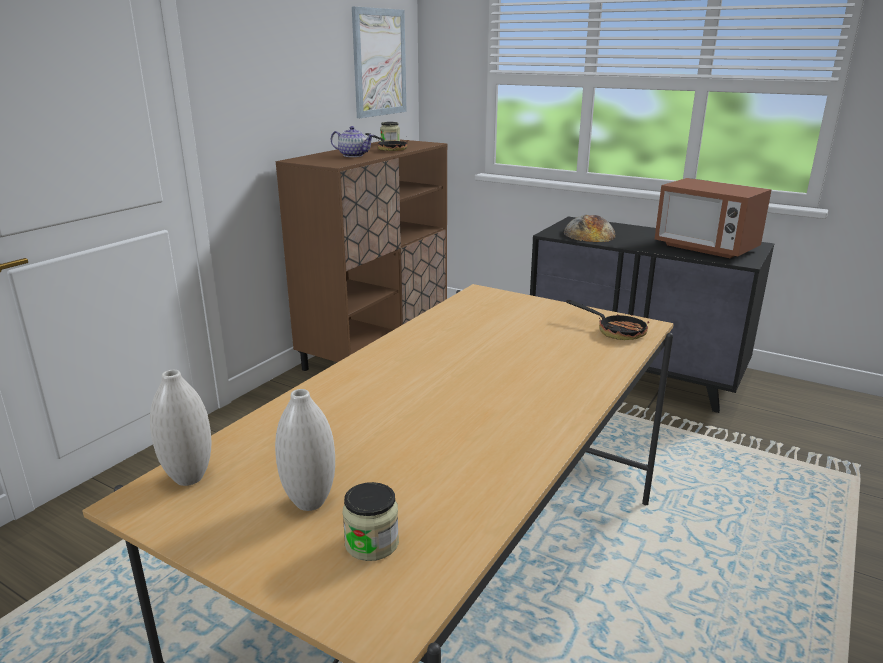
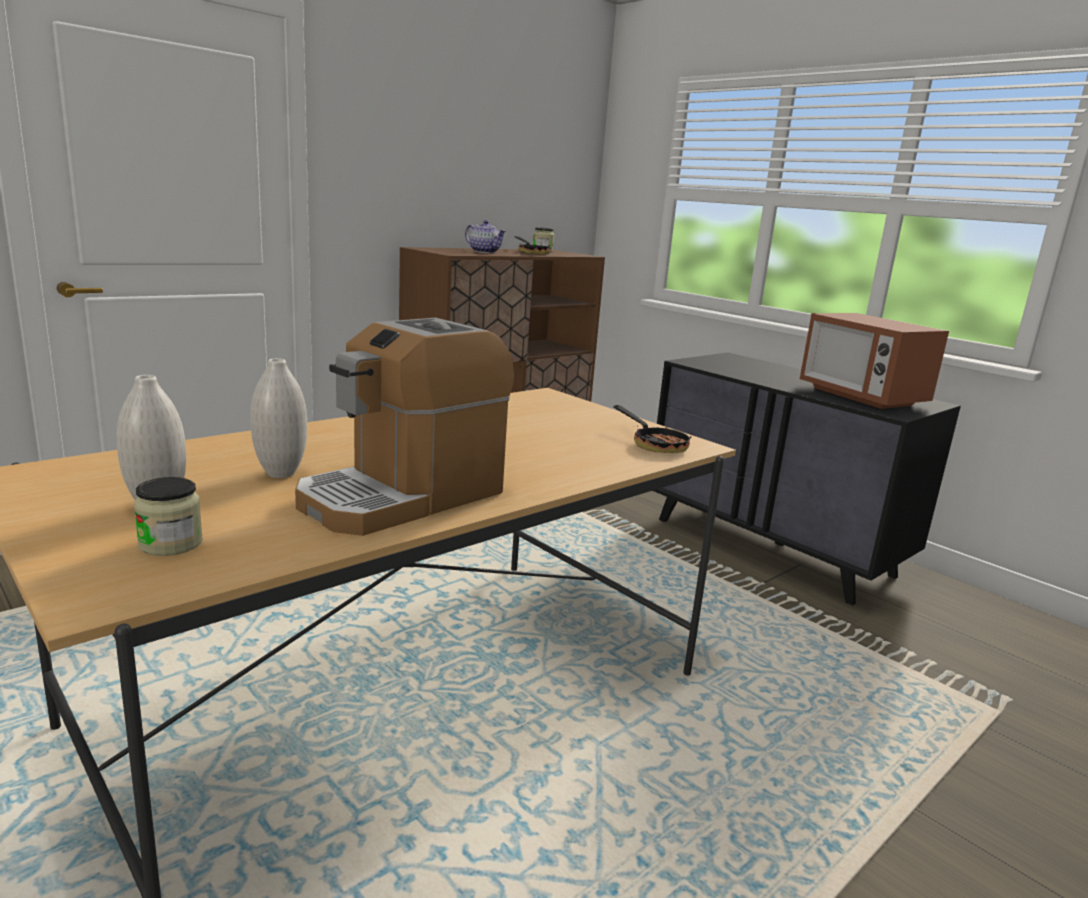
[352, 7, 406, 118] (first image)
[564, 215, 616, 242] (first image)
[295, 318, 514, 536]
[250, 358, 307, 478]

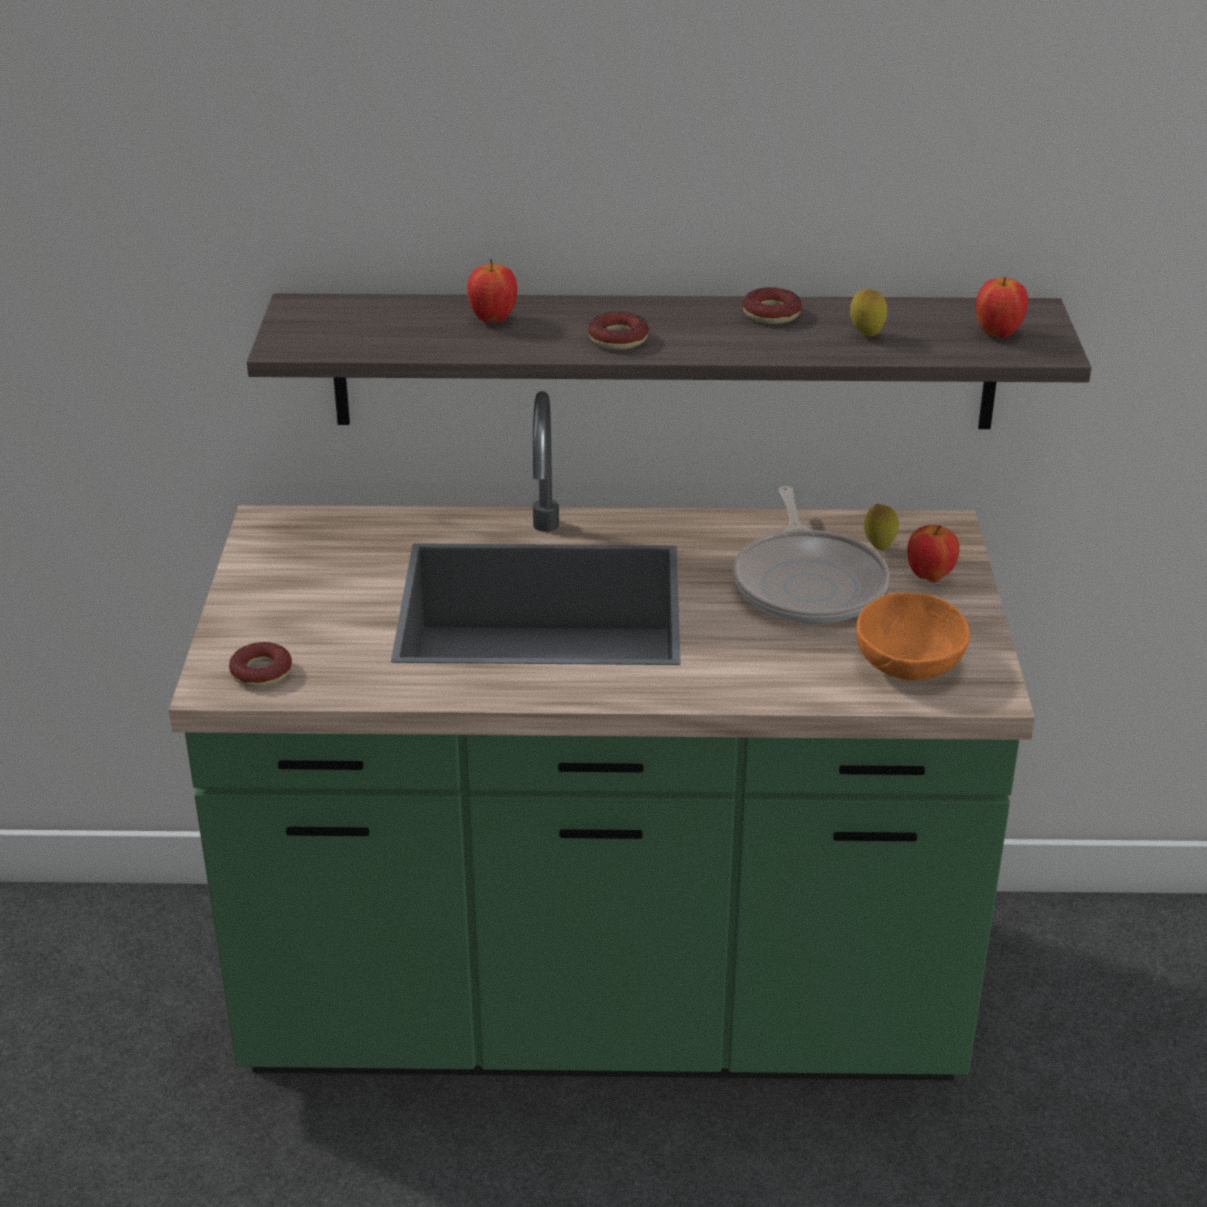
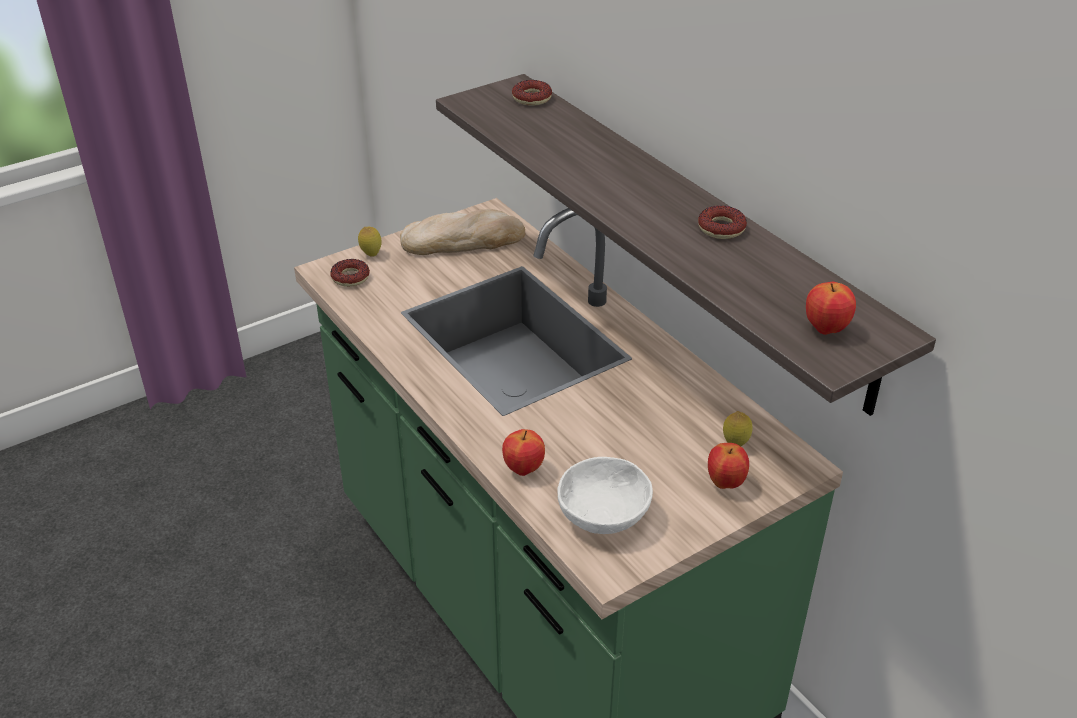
[733, 486, 889, 624] (first image)
[400, 209, 525, 255]
[502, 429, 545, 476]
[512, 80, 552, 106]
[358, 227, 382, 257]
[557, 457, 653, 534]

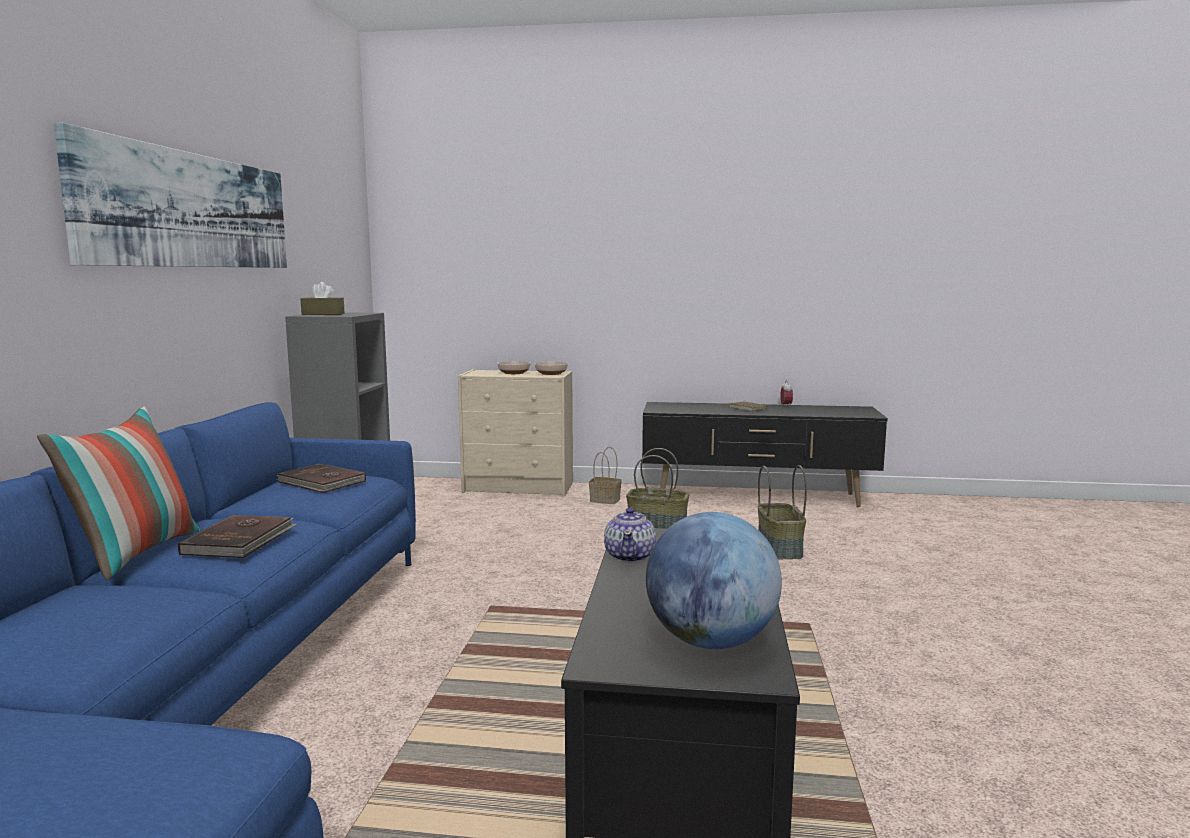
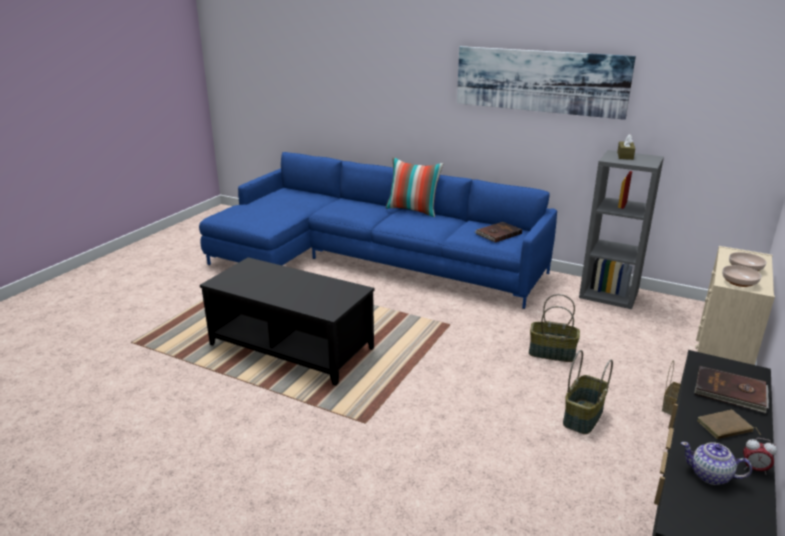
[646, 512, 782, 649] (first image)
[694, 366, 769, 413]
[681, 442, 752, 485]
[529, 294, 580, 362]

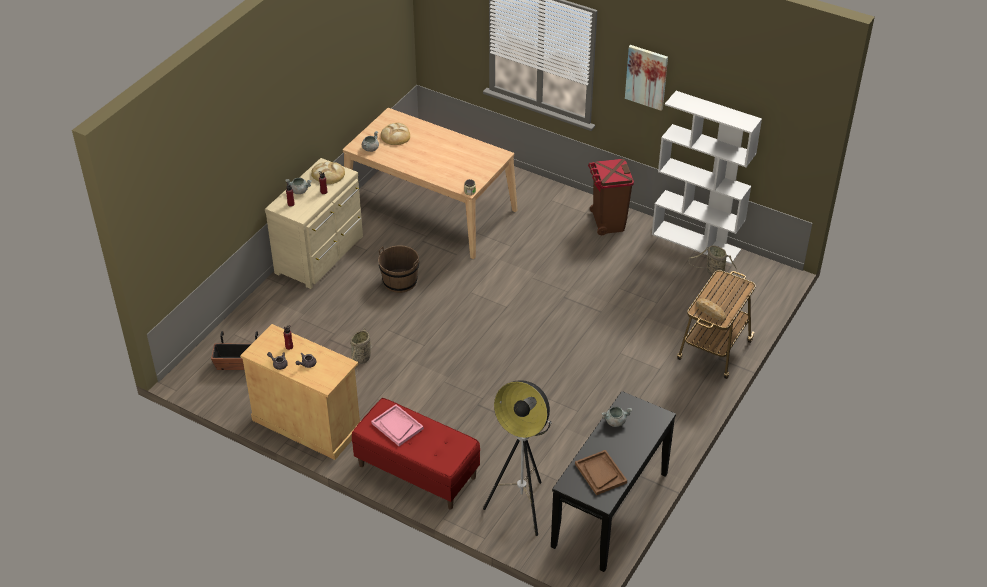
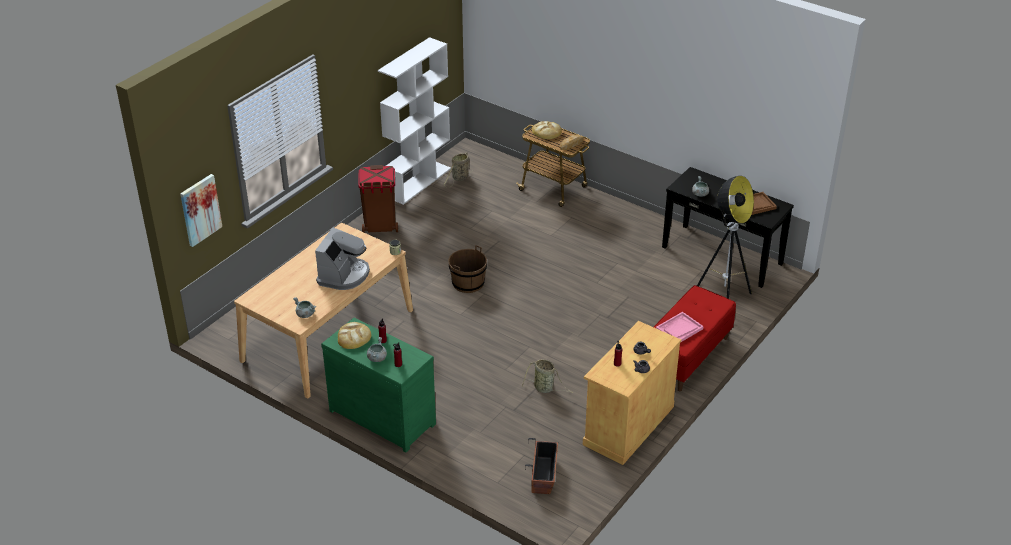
[315, 227, 370, 290]
[449, 245, 487, 293]
[532, 121, 562, 139]
[180, 174, 222, 247]
[321, 317, 436, 452]

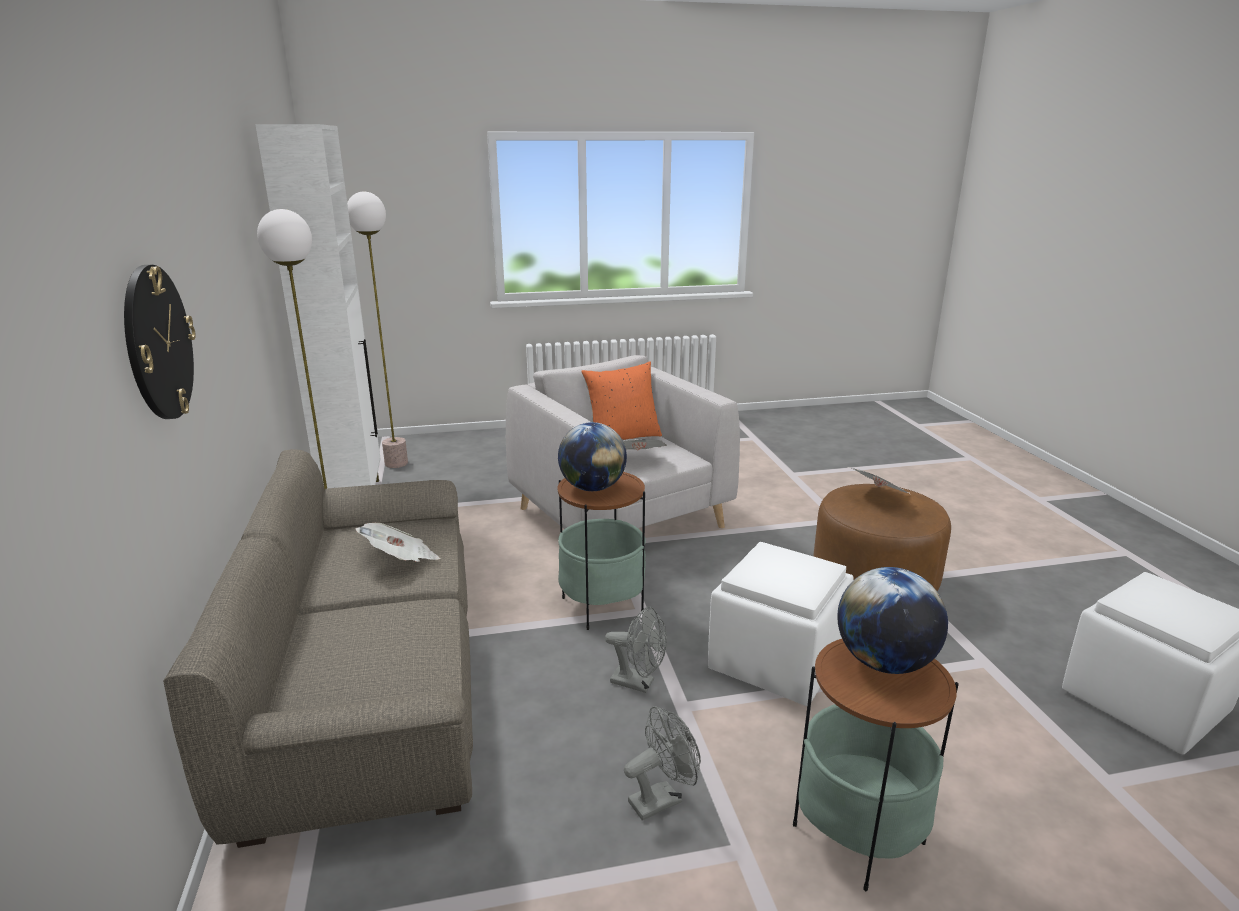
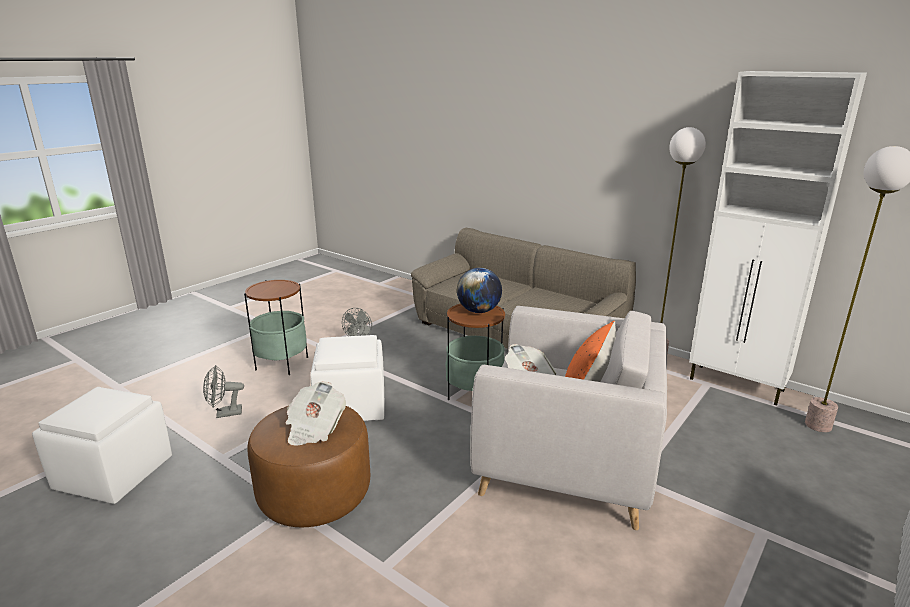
[124, 265, 196, 419] (first image)
[355, 523, 440, 562] (first image)
[837, 567, 948, 674] (first image)
[203, 365, 244, 418]

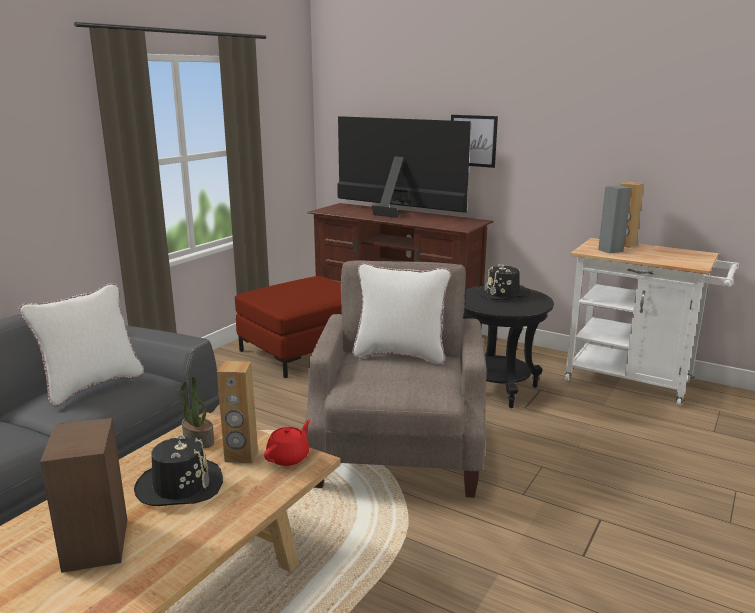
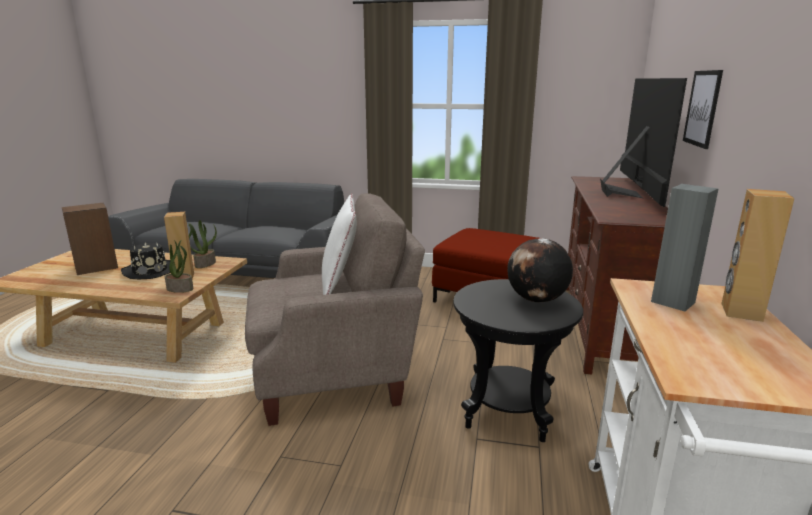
[19, 283, 144, 406] (first image)
[165, 240, 193, 293]
[507, 238, 573, 303]

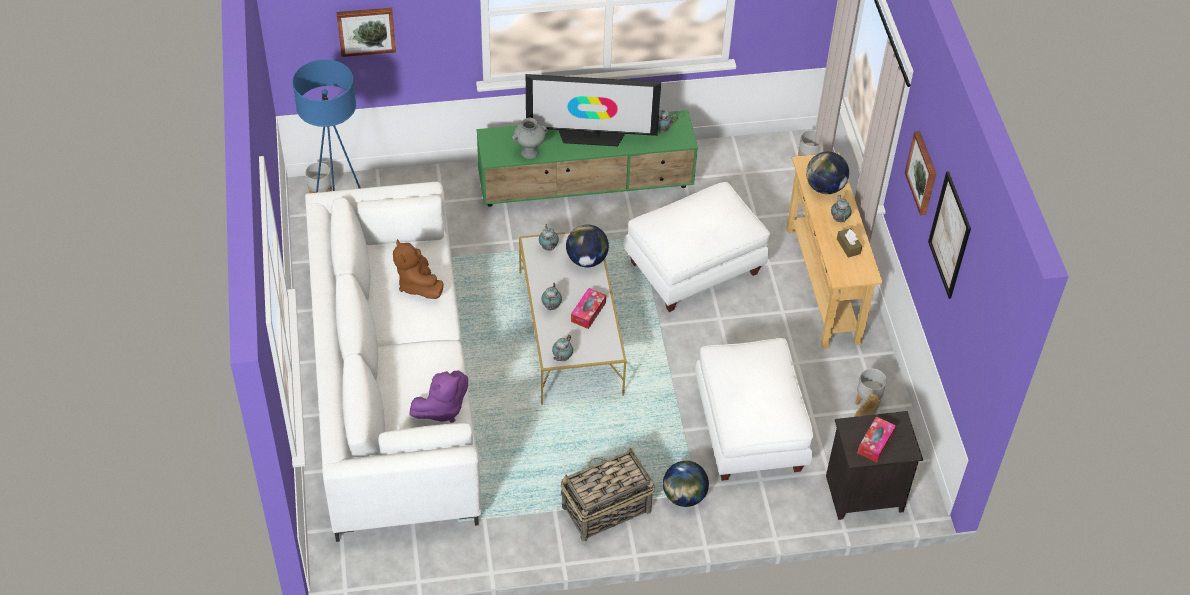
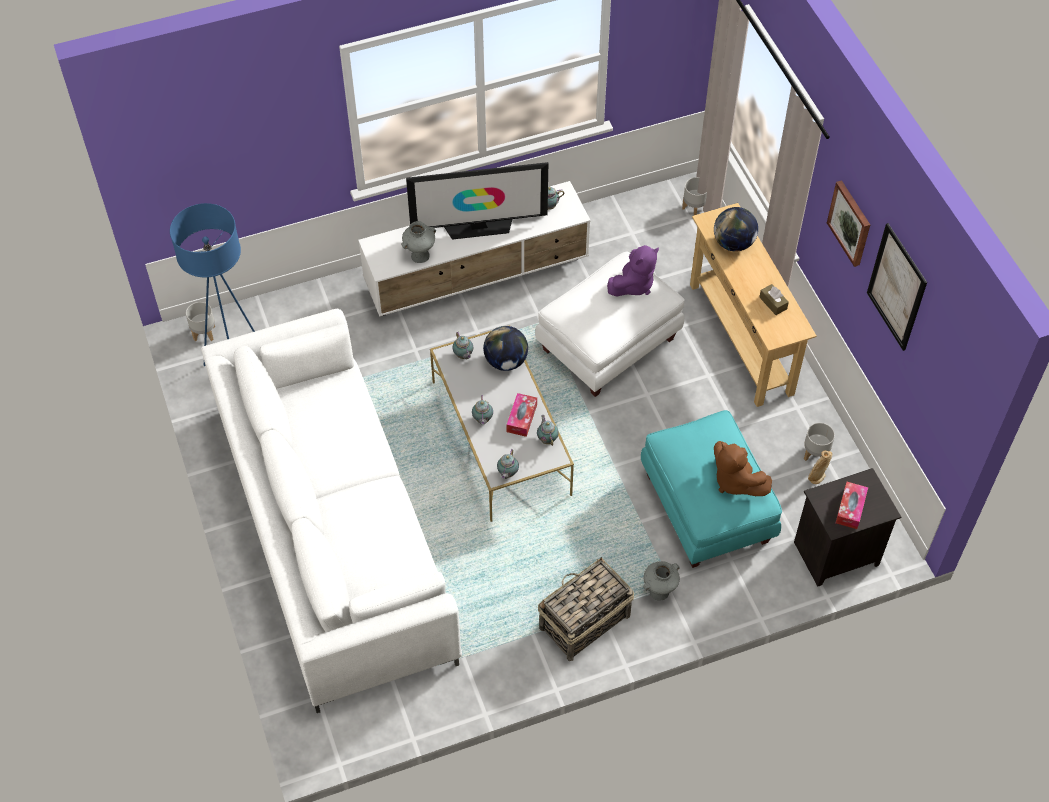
[337, 8, 396, 57] (first image)
[714, 441, 772, 496]
[607, 245, 659, 296]
[537, 415, 559, 446]
[643, 561, 680, 601]
[358, 181, 590, 317]
[641, 410, 782, 568]

